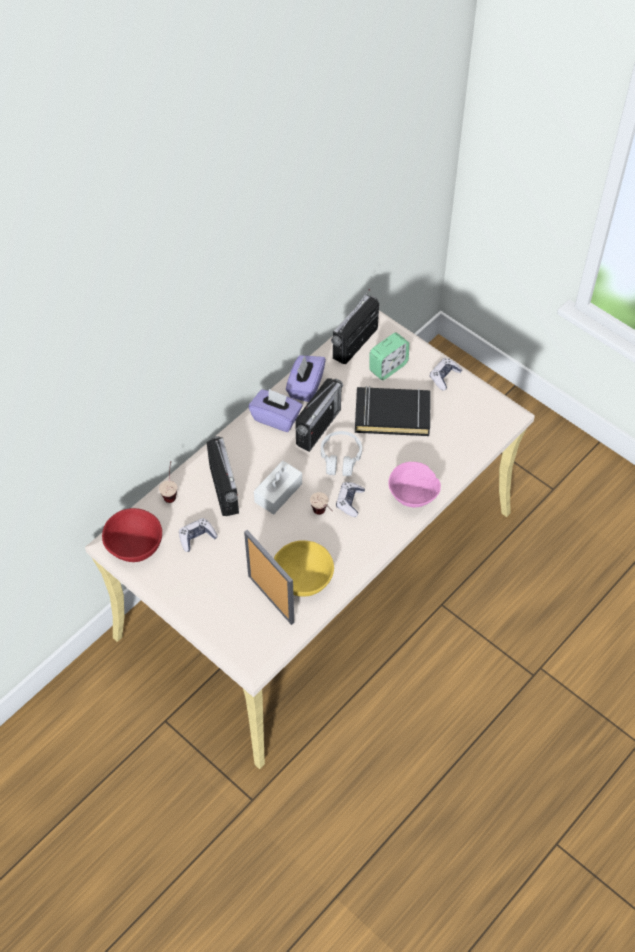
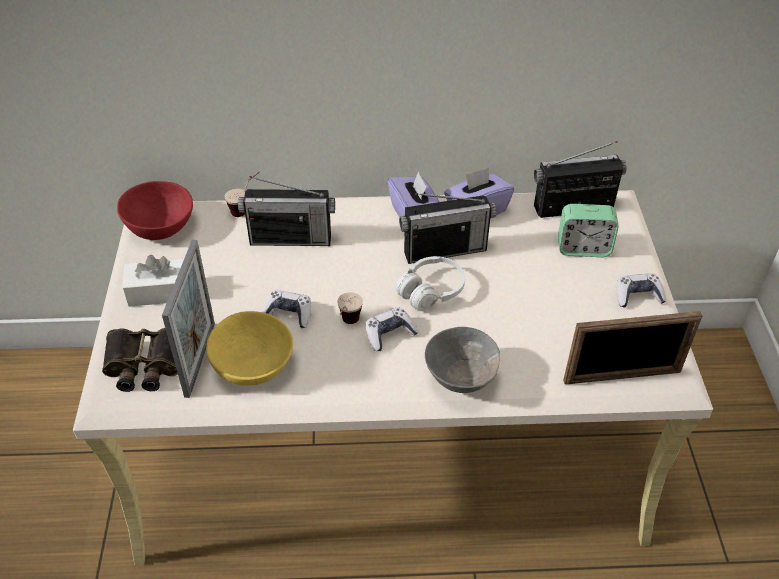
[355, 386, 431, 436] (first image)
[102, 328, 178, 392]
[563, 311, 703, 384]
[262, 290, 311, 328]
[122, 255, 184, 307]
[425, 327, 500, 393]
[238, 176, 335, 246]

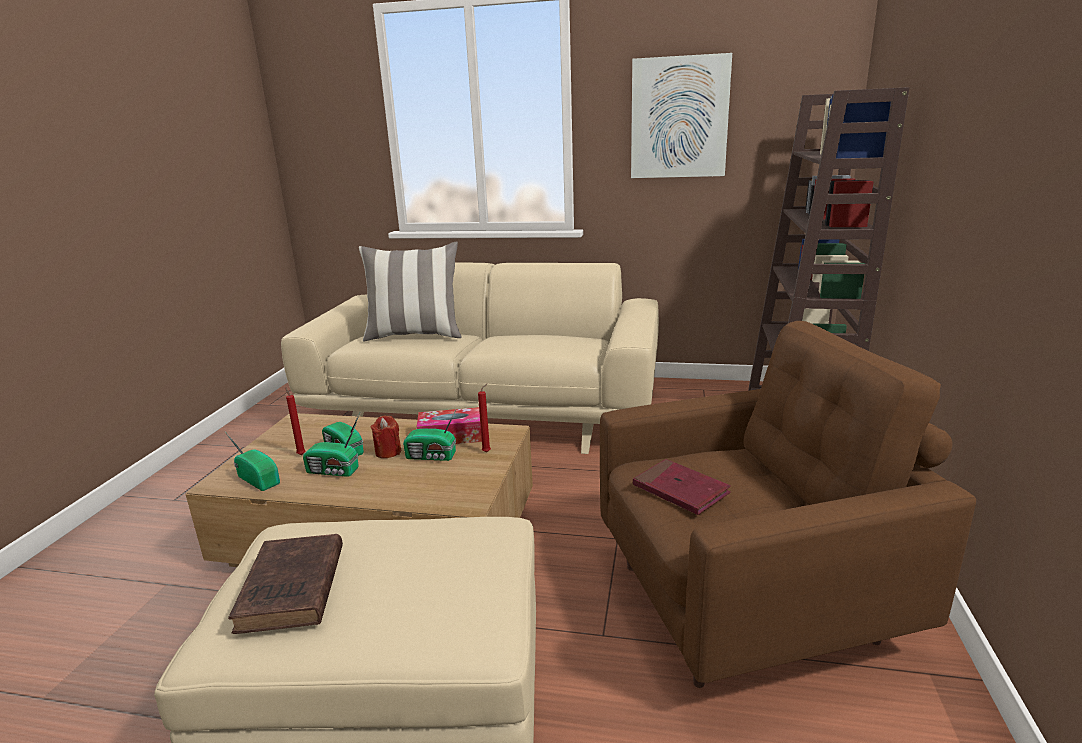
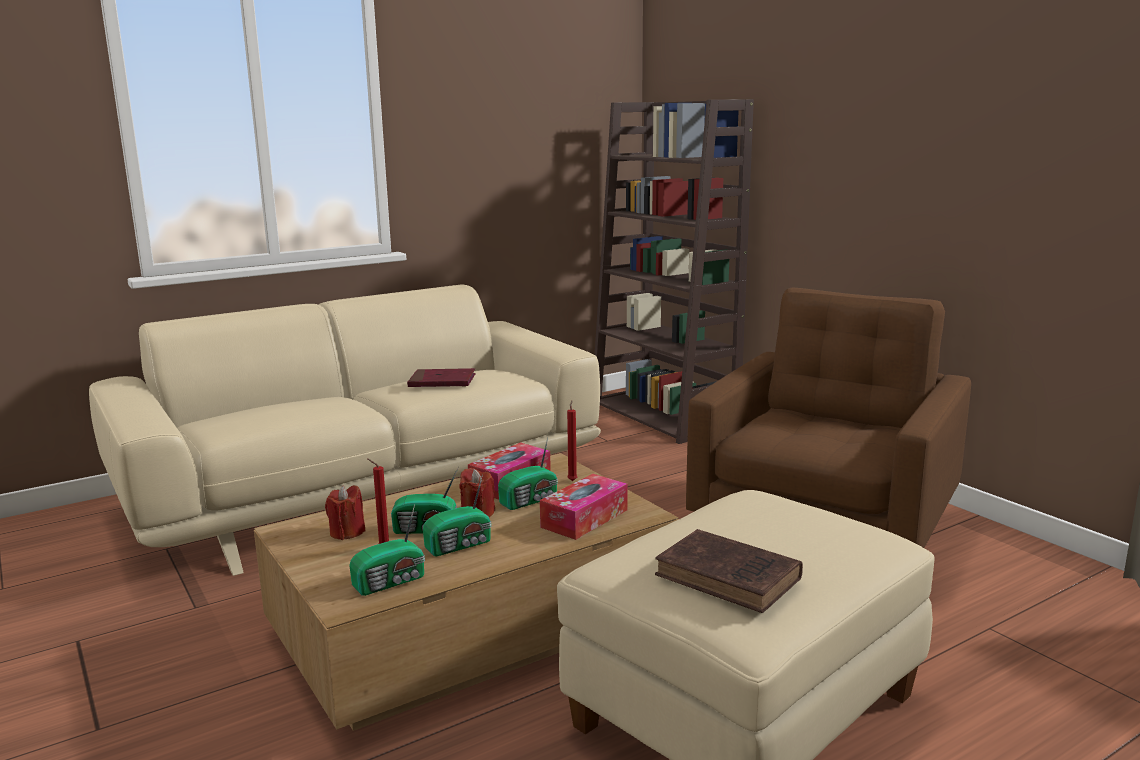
[359, 242, 462, 342] (first image)
[631, 53, 732, 178] (first image)
[325, 485, 366, 540]
[540, 474, 628, 540]
[407, 368, 476, 387]
[349, 504, 425, 596]

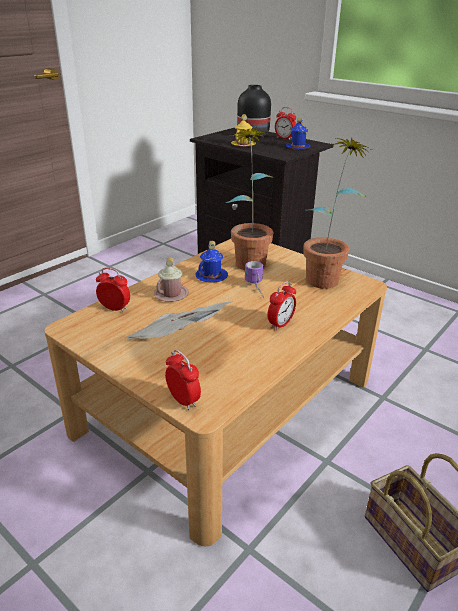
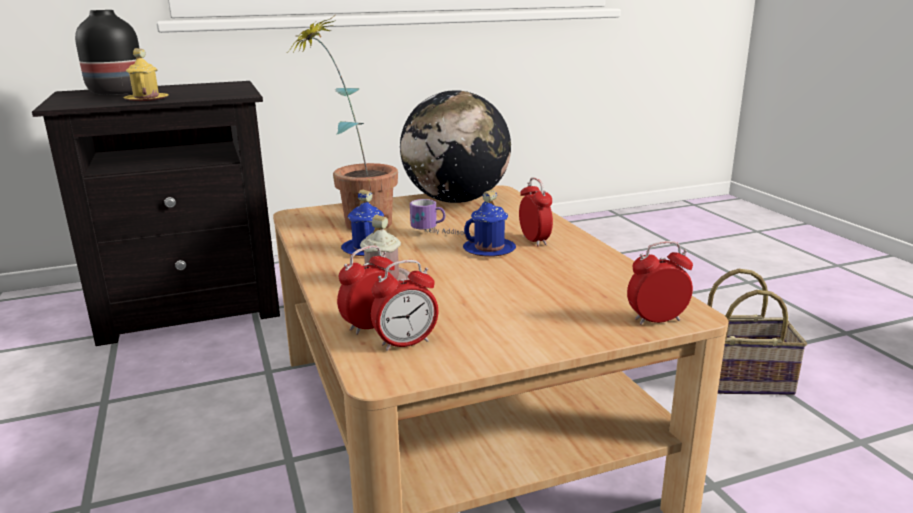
[125, 301, 233, 339] (first image)
[371, 260, 438, 351]
[463, 189, 516, 257]
[400, 90, 511, 203]

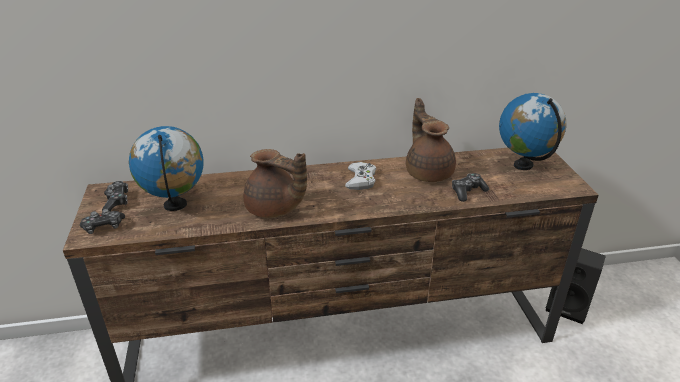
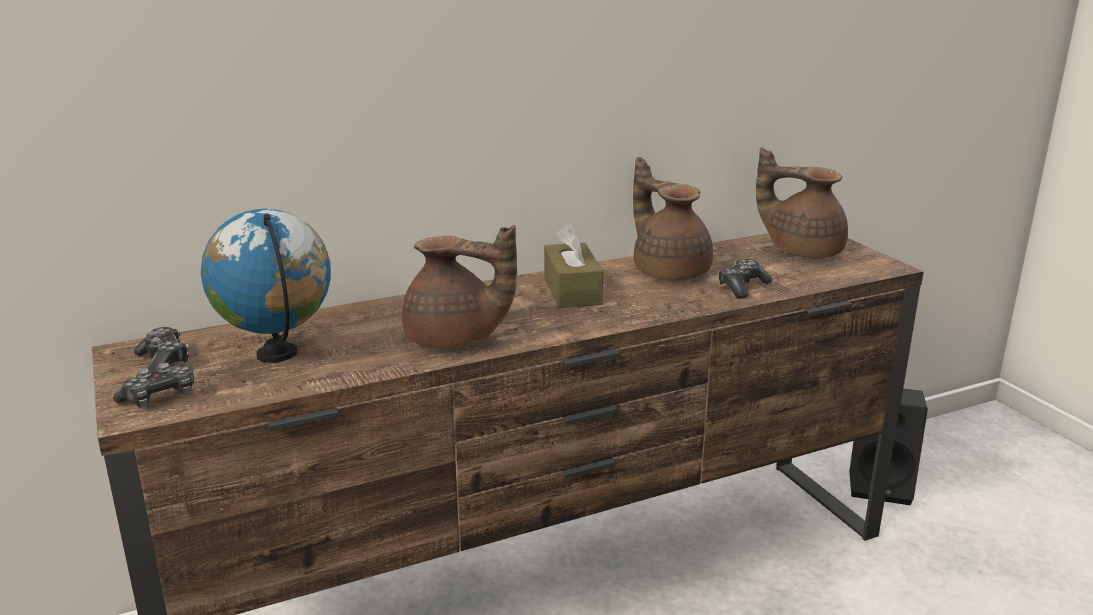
[544, 224, 603, 308]
[756, 147, 848, 258]

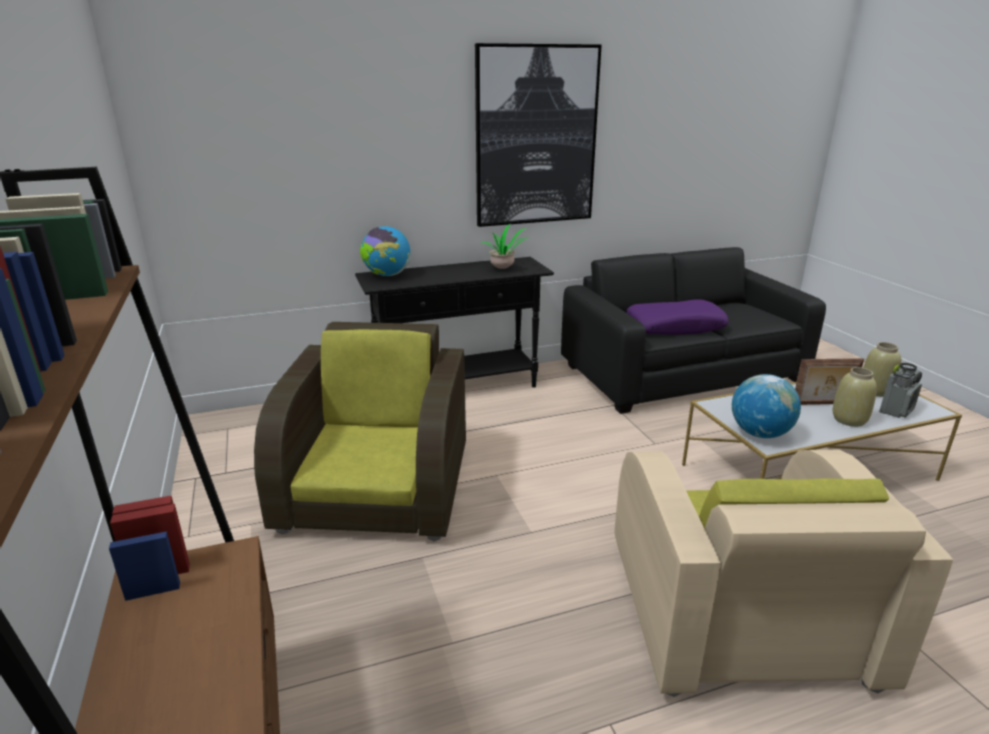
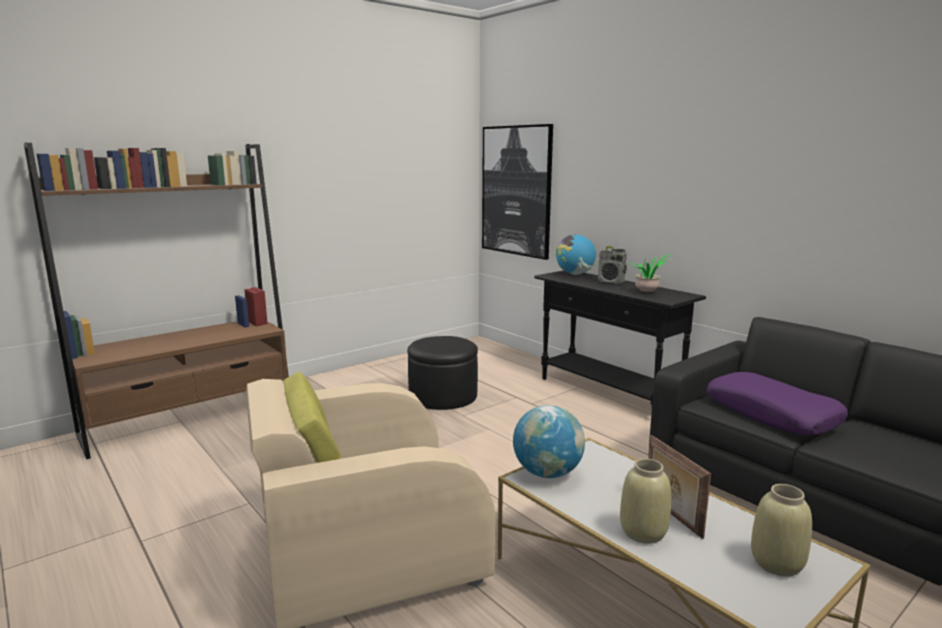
[482, 124, 553, 260]
[598, 246, 627, 284]
[407, 336, 478, 410]

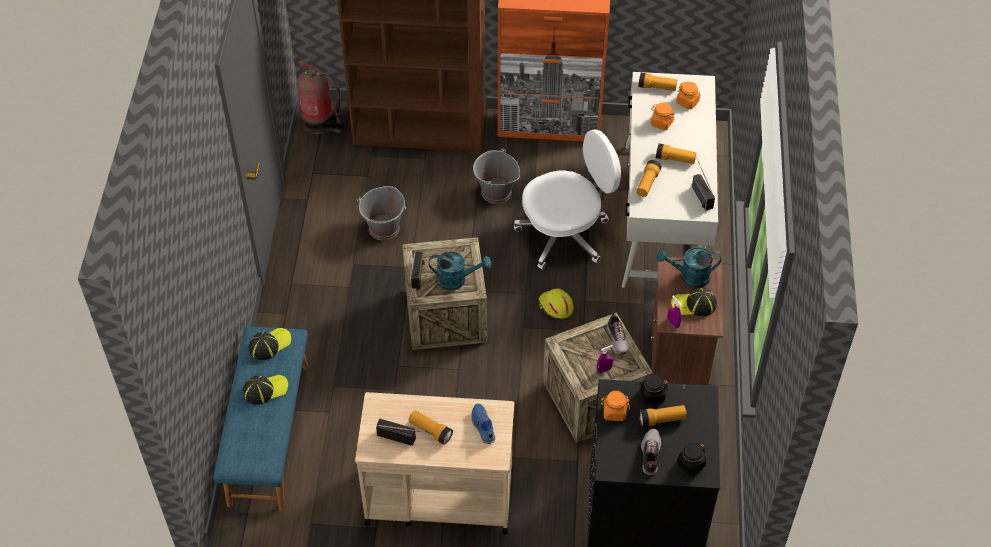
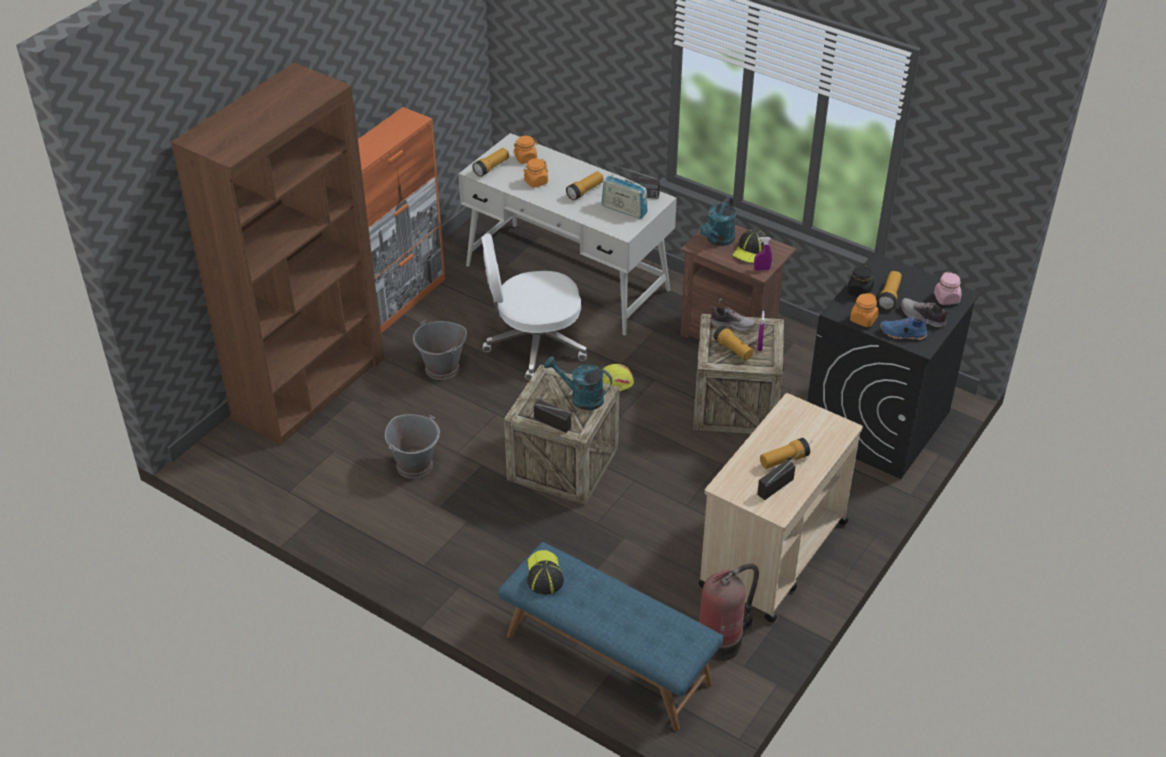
[243, 375, 288, 405] (first image)
[602, 173, 648, 219]
[699, 564, 759, 661]
[880, 317, 928, 340]
[714, 326, 753, 361]
[934, 272, 962, 305]
[544, 356, 612, 410]
[481, 234, 587, 380]

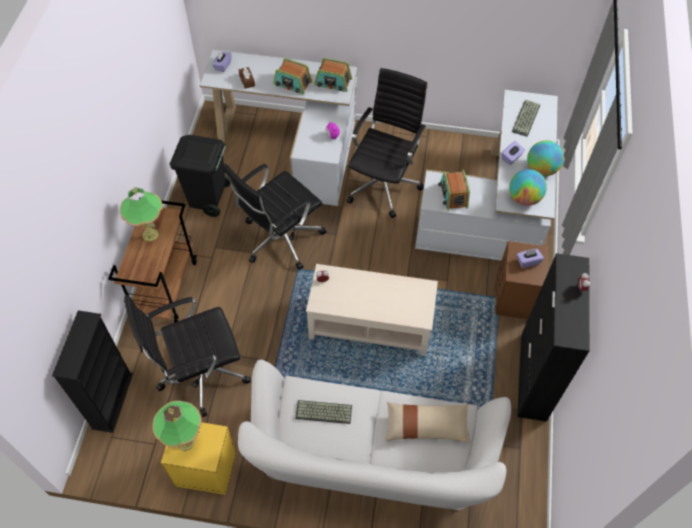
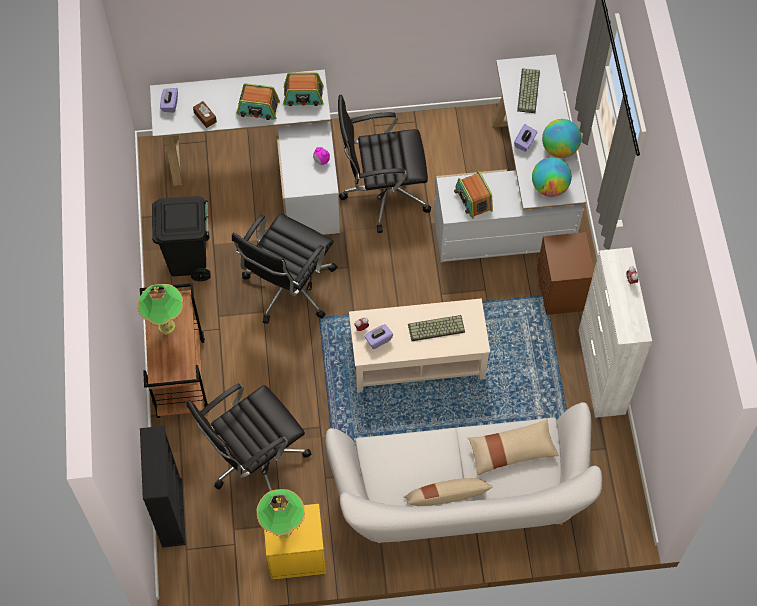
[404, 478, 493, 506]
[408, 315, 465, 341]
[364, 324, 393, 349]
[578, 247, 652, 418]
[338, 95, 431, 233]

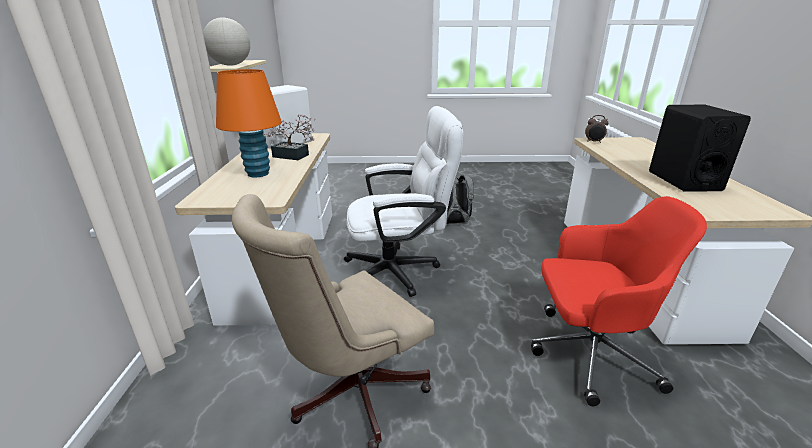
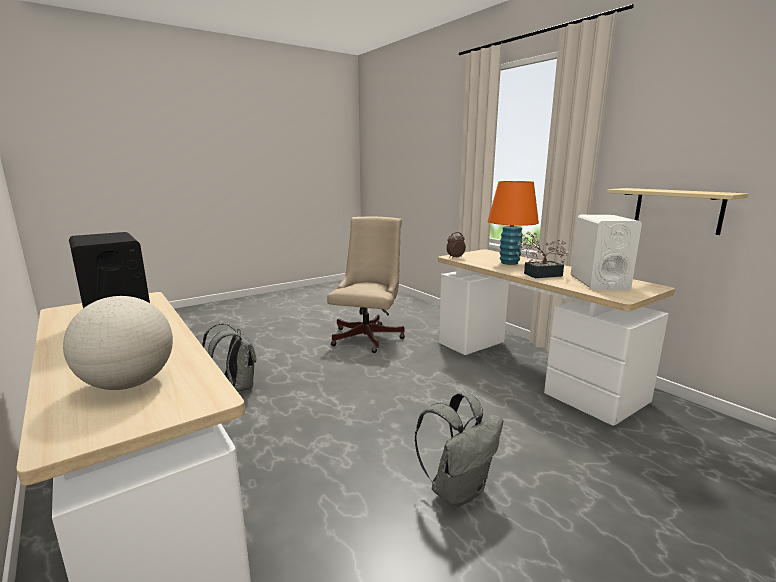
[344, 106, 463, 297] (first image)
[63, 296, 173, 390]
[446, 232, 466, 258]
[202, 323, 256, 392]

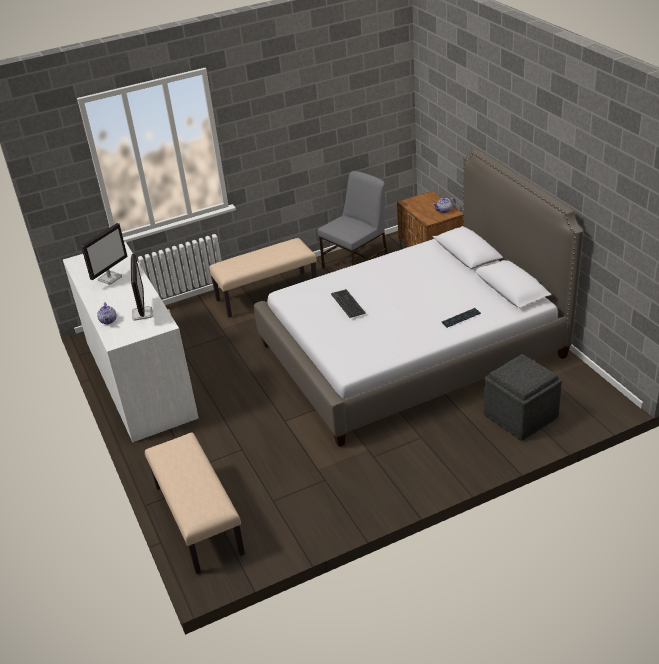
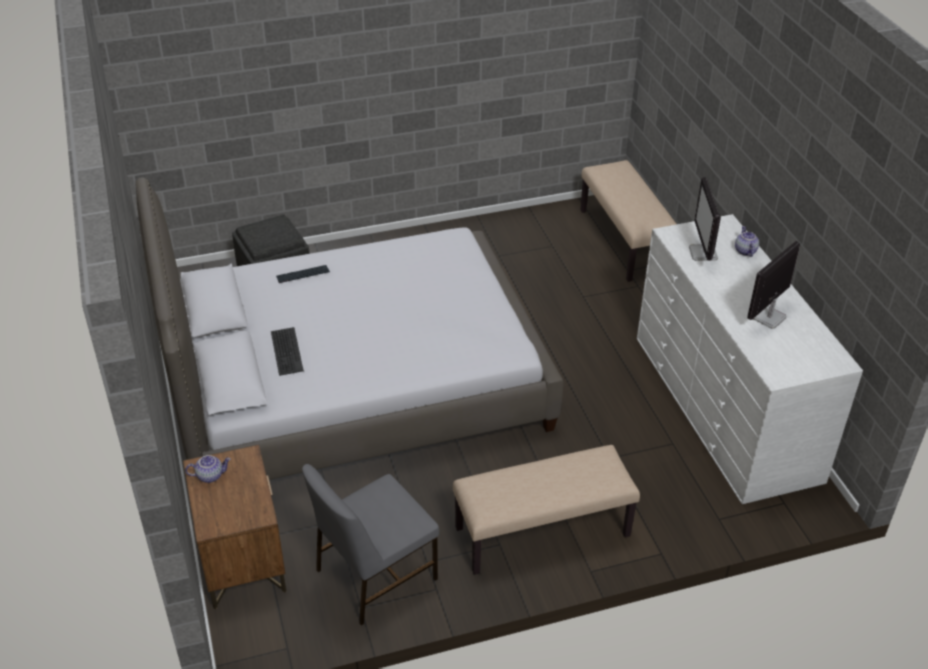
[271, 327, 304, 376]

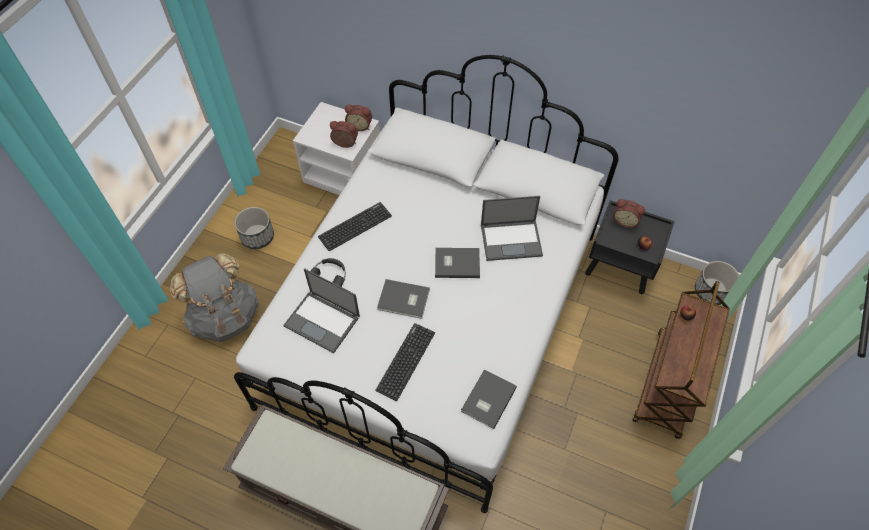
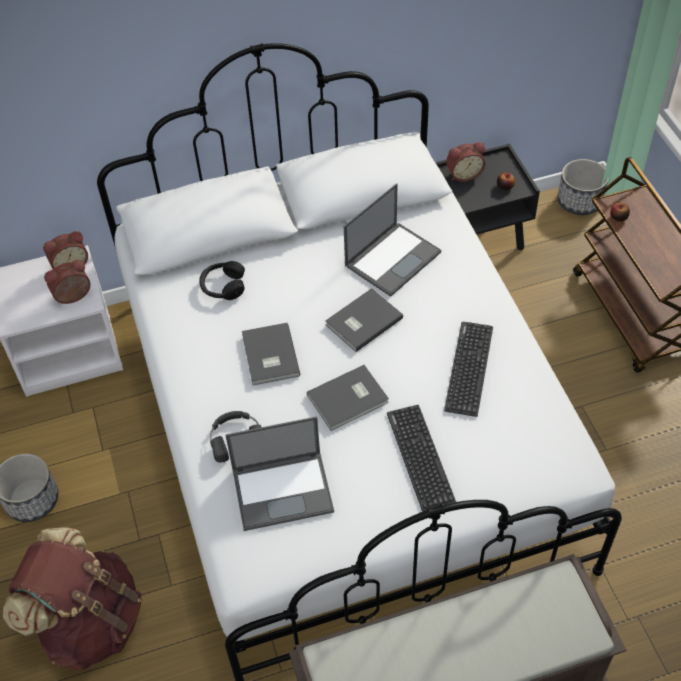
[199, 261, 245, 300]
[444, 322, 493, 417]
[242, 323, 300, 385]
[3, 527, 142, 670]

